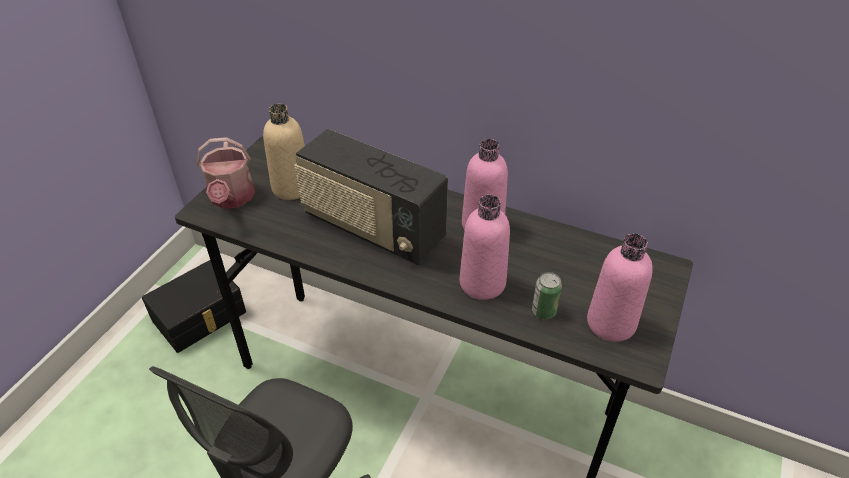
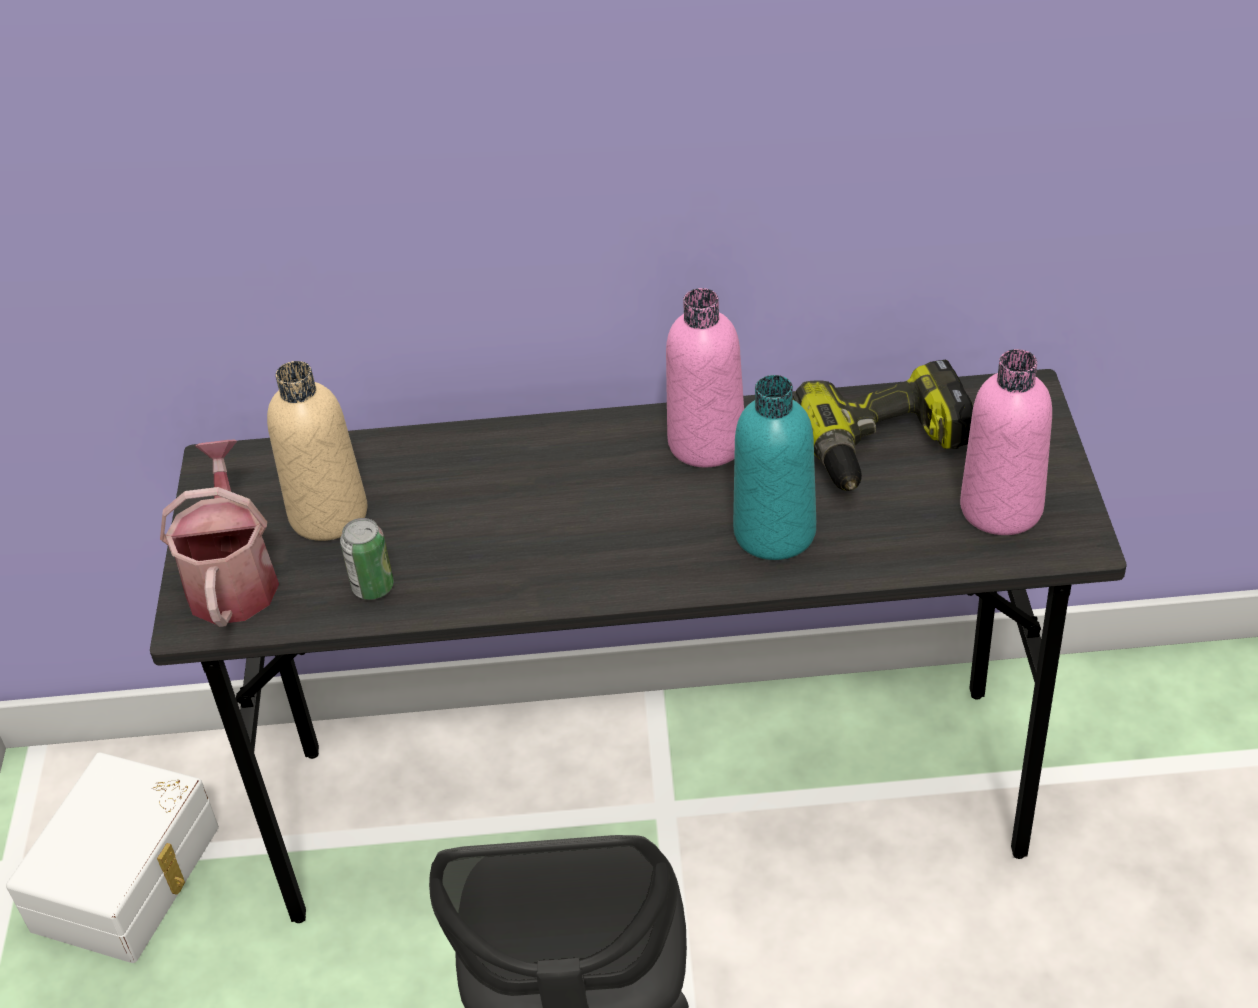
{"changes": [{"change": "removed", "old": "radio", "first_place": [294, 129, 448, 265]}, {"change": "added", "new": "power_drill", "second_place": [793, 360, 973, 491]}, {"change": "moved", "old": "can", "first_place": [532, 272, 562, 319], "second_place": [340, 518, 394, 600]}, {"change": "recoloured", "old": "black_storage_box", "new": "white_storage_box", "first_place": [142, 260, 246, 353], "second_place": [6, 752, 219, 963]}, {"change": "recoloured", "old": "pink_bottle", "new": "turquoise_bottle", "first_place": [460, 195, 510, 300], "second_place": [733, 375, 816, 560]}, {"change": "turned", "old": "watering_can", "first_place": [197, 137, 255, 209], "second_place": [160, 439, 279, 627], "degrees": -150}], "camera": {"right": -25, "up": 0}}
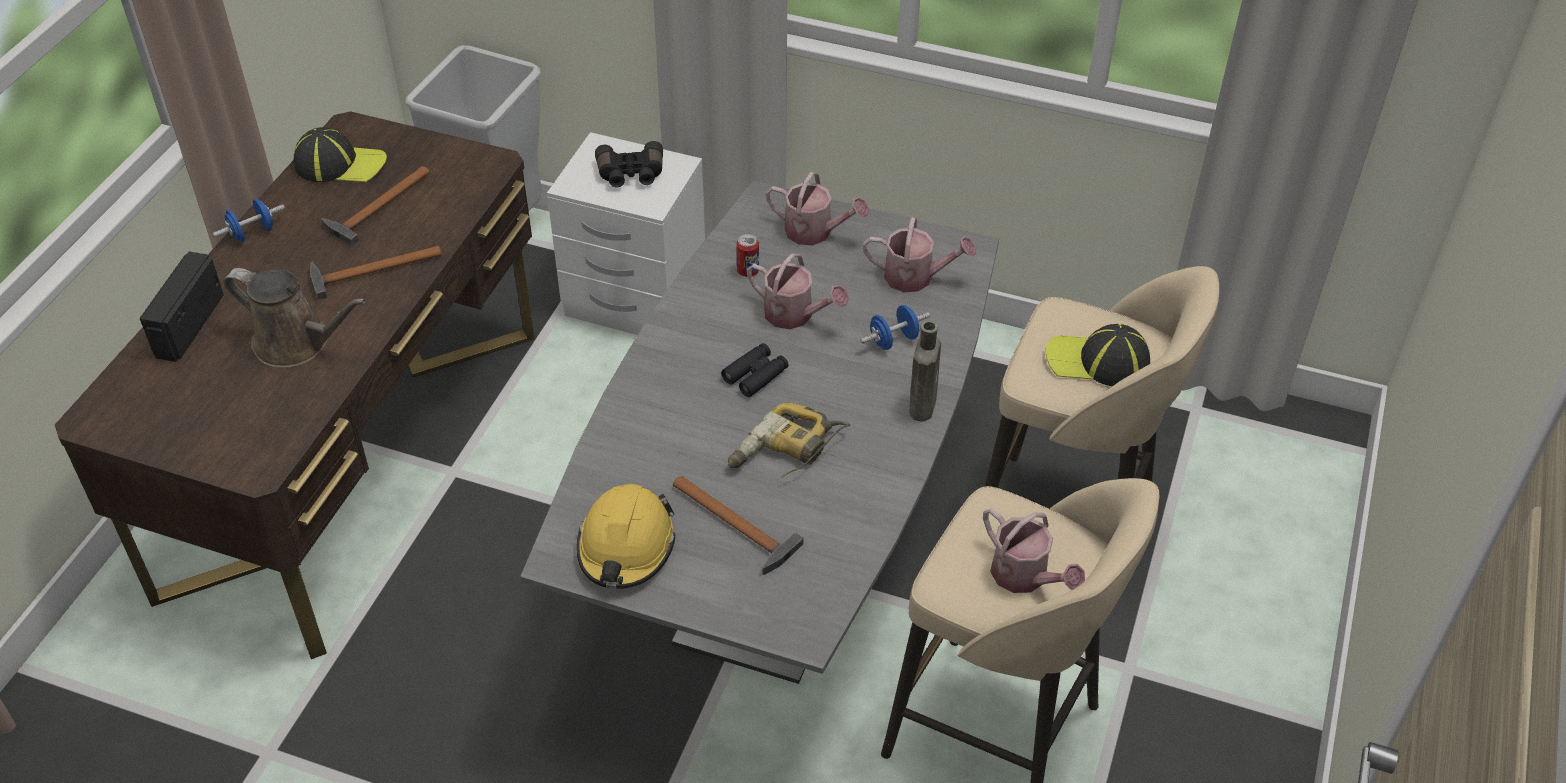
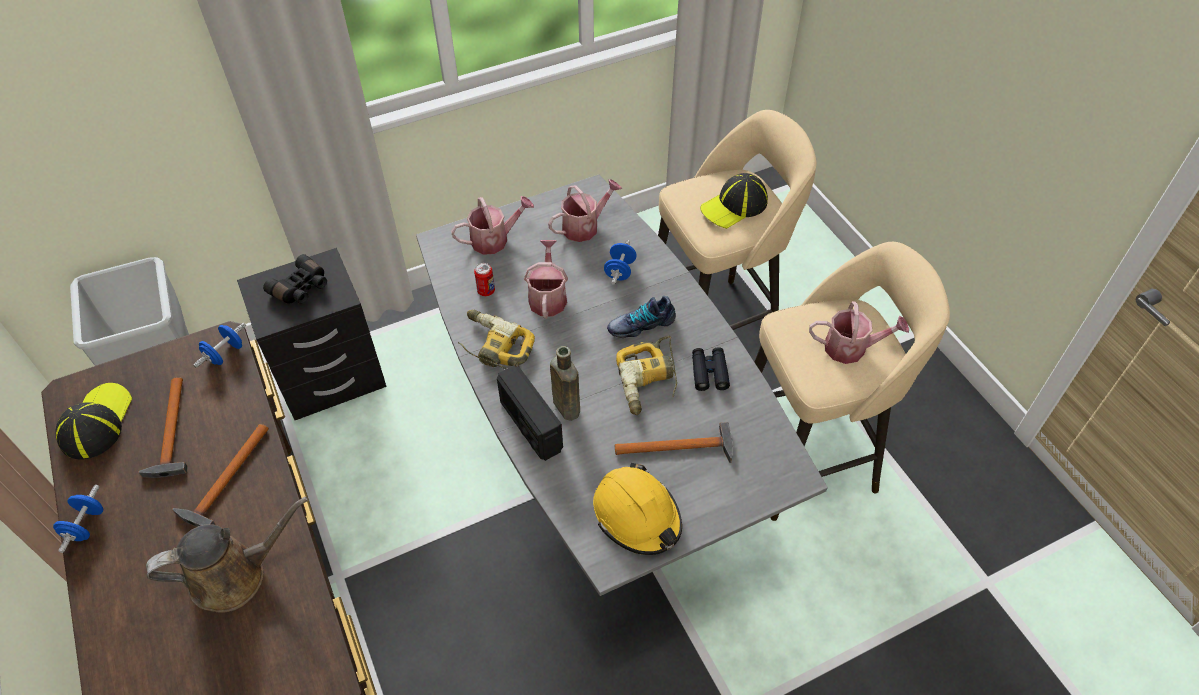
{"changes": [{"change": "added", "new": "blue_dumbbell", "second_place": [193, 323, 246, 368]}, {"change": "added", "new": "power_drill", "second_place": [458, 309, 535, 369]}, {"change": "added", "new": "shoe", "second_place": [607, 296, 676, 338]}, {"change": "moved", "old": "radio", "first_place": [139, 251, 224, 362], "second_place": [497, 366, 563, 461]}, {"change": "moved", "old": "black_binoculars", "first_place": [721, 343, 789, 397], "second_place": [692, 347, 730, 391]}, {"change": "moved", "old": "brown_bottle", "first_place": [909, 321, 941, 422], "second_place": [550, 346, 580, 421]}, {"change": "recoloured", "old": "white_nightstand", "new": "black_nightstand", "first_place": [547, 132, 705, 335], "second_place": [237, 248, 387, 420]}, {"change": "turned", "old": "cap", "first_place": [294, 127, 387, 182], "second_place": [56, 383, 132, 460], "degrees": -45}, {"change": "turned", "old": "watering_can", "first_place": [747, 253, 849, 329], "second_place": [524, 240, 568, 319], "degrees": -75}], "camera": {"right": -45, "up": 5}}
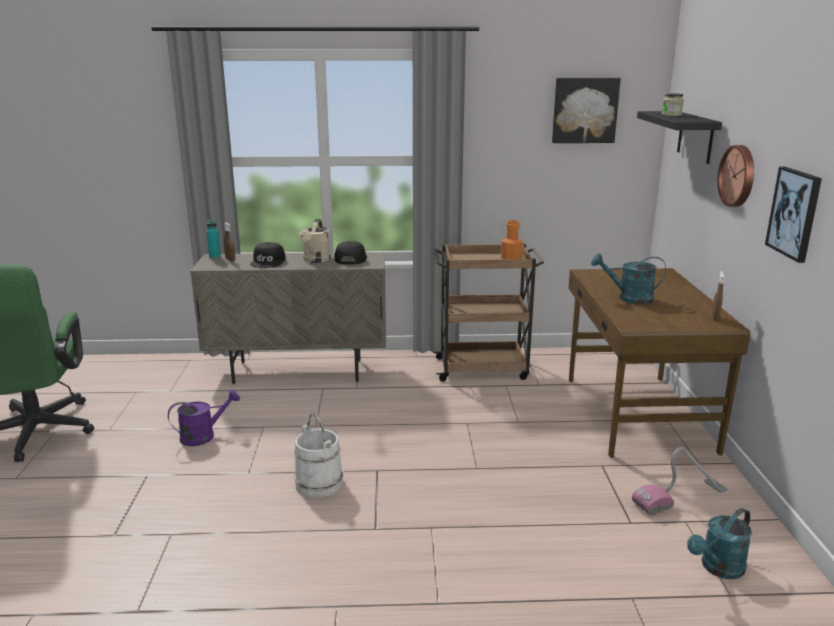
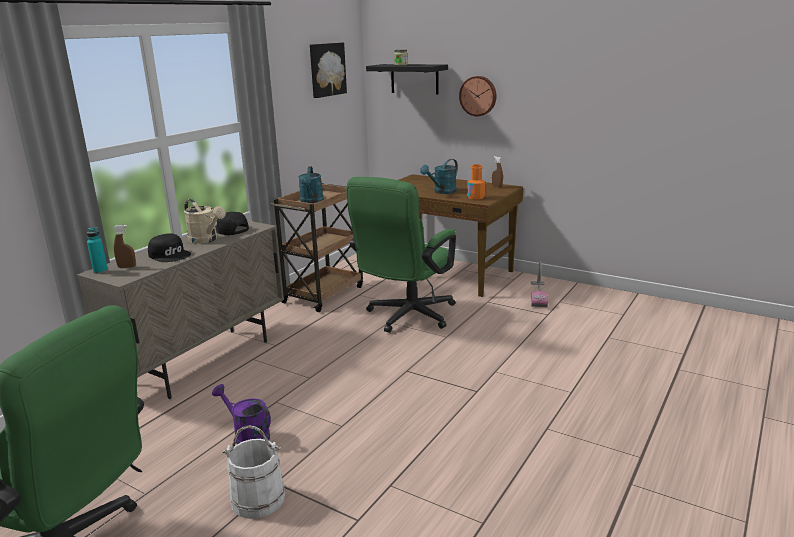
{"changes": [{"change": "removed", "old": "picture", "first_place": [765, 167, 822, 263]}, {"change": "added", "new": "green_office_chair", "second_place": [346, 177, 456, 333]}, {"change": "moved", "old": "white_bucket", "first_place": [294, 413, 343, 497], "second_place": [222, 425, 285, 519]}, {"change": "moved", "old": "orange_bottle", "first_place": [501, 220, 523, 259], "second_place": [467, 164, 485, 199]}, {"change": "moved", "old": "turquoise_watering_can", "first_place": [687, 508, 752, 579], "second_place": [298, 166, 324, 204]}, {"change": "turned", "old": "purple_watering_can", "first_place": [168, 390, 240, 446], "second_place": [212, 384, 271, 444], "degrees": -60}], "camera": {"right": -55, "up": 0}}
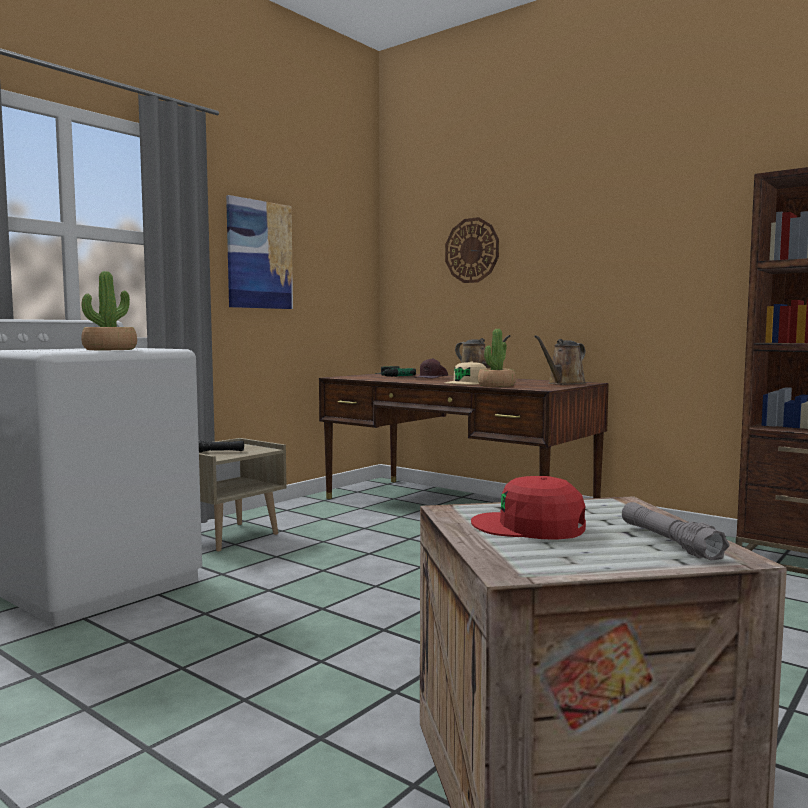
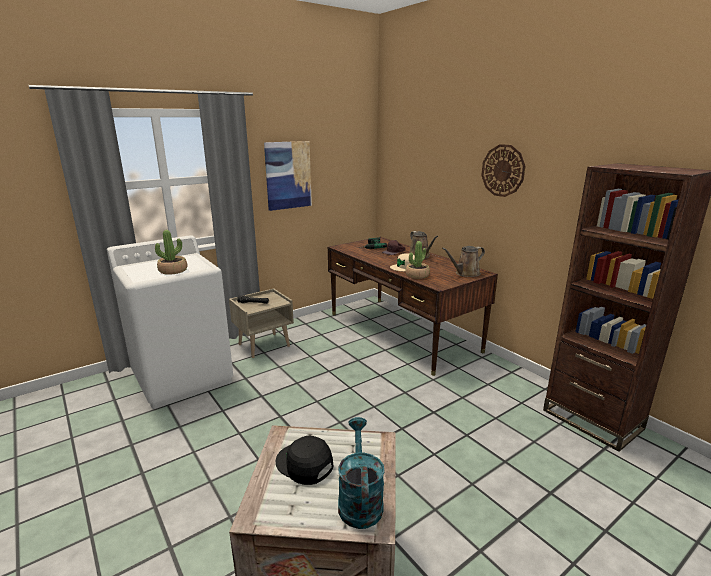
{"changes": [{"change": "moved", "old": "wall_clock", "first_place": [445, 217, 499, 283], "second_place": [481, 144, 526, 197]}, {"change": "replaced", "old": "grey_flashlight", "new": "turquoise_watering_can", "first_place": [622, 502, 730, 561], "second_place": [338, 417, 385, 529]}, {"change": "recoloured", "old": "red_cap", "new": "black_cap", "first_place": [471, 476, 586, 540], "second_place": [276, 436, 334, 485]}], "camera": {"right": 15, "up": 15}}
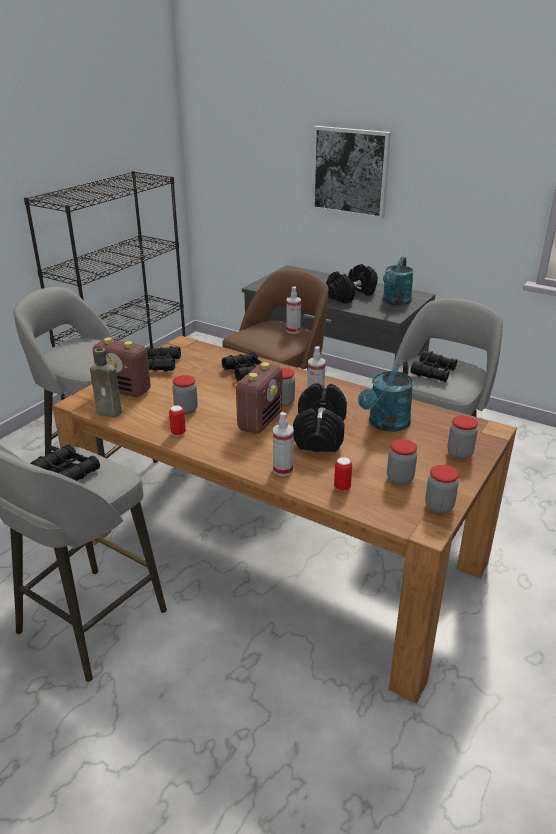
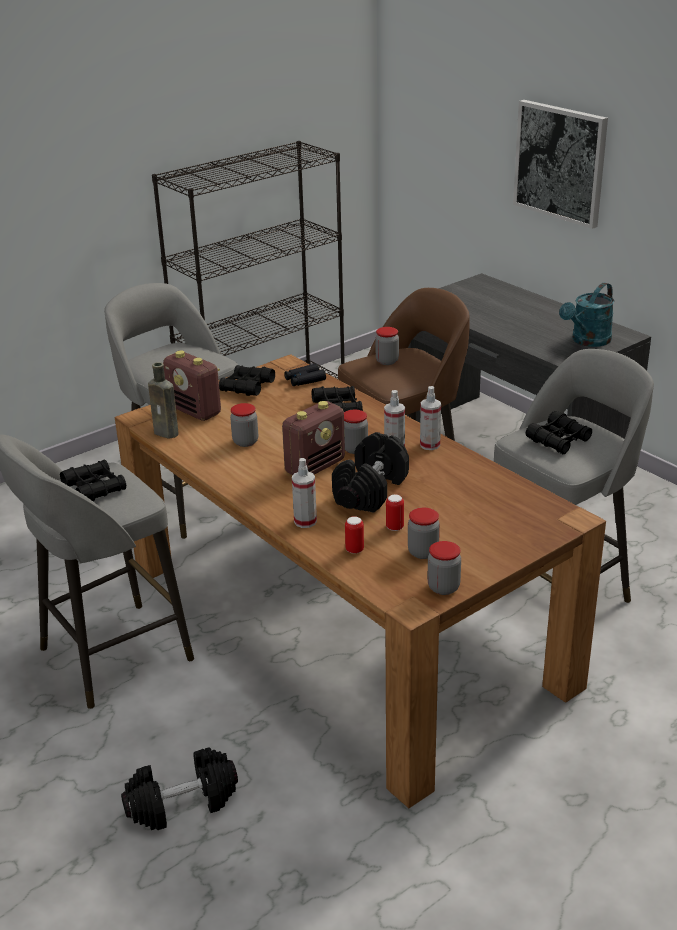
{"changes": [{"change": "removed", "old": "turquoise_watering_can", "first_place": [358, 360, 414, 432]}, {"change": "added", "new": "black_binoculars", "second_place": [284, 364, 326, 386]}, {"change": "moved", "old": "can", "first_place": [169, 405, 186, 436], "second_place": [386, 494, 404, 531]}, {"change": "moved", "old": "spray_bottle", "first_place": [286, 286, 301, 334], "second_place": [420, 386, 441, 450]}, {"change": "moved", "old": "black_dumbbell", "first_place": [326, 264, 378, 304], "second_place": [121, 747, 238, 830]}, {"change": "moved", "old": "jar", "first_place": [447, 416, 478, 459], "second_place": [375, 327, 399, 365]}], "camera": {"right": 20, "up": 0}}
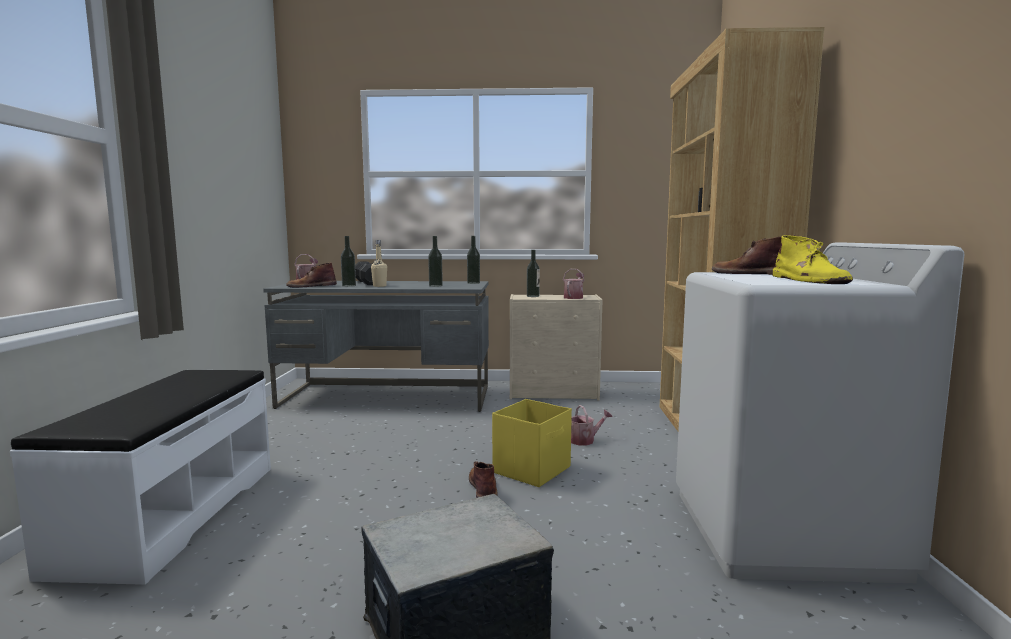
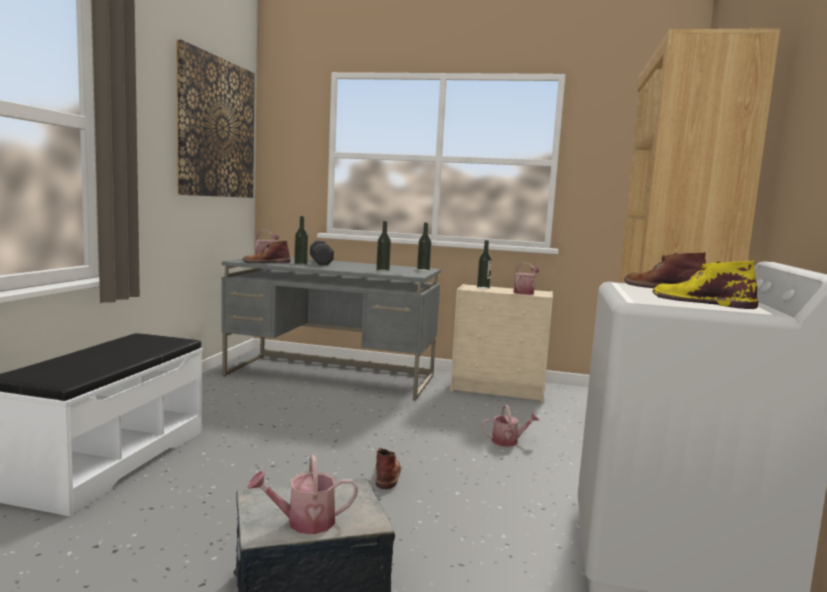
{"changes": [{"change": "removed", "old": "beige_bottle", "first_place": [371, 240, 387, 287]}, {"change": "removed", "old": "yellow_storage_box", "first_place": [492, 399, 572, 487]}, {"change": "added", "new": "picture", "second_place": [176, 39, 255, 198]}, {"change": "added", "new": "watering_can", "second_place": [247, 455, 358, 534]}, {"change": "turned", "old": "yellow_boot", "first_place": [772, 235, 853, 284], "second_place": [653, 260, 758, 309], "degrees": 135}], "camera": {"right": 10, "up": 0}}
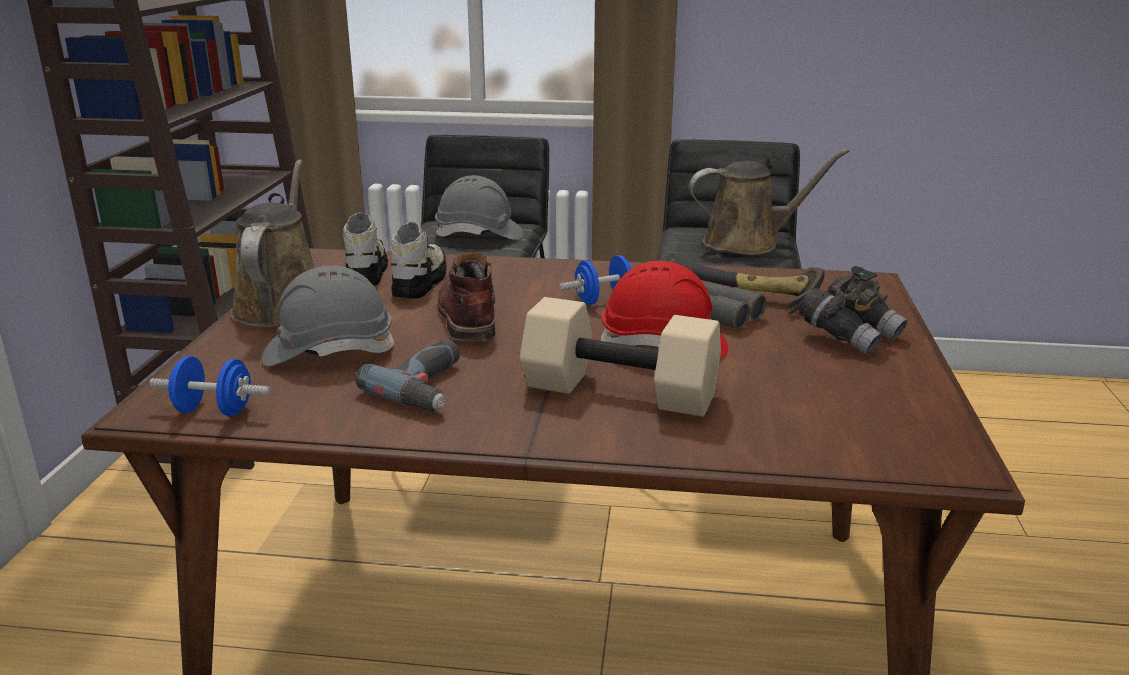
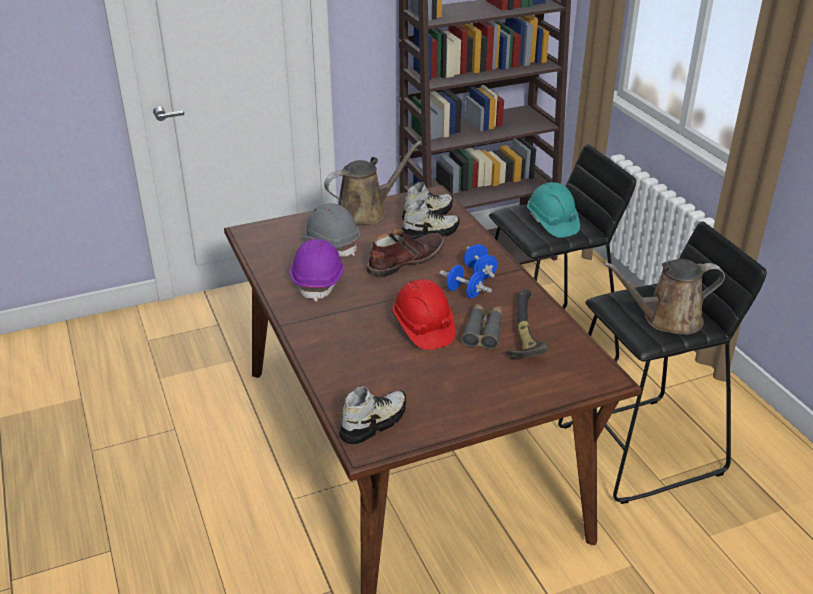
{"changes": [{"change": "removed", "old": "beige_dumbbell", "first_place": [520, 297, 721, 417]}, {"change": "removed", "old": "grey_binoculars", "first_place": [798, 266, 908, 355]}, {"change": "added", "new": "shoe", "second_place": [339, 387, 406, 444]}, {"change": "moved", "old": "blue_dumbbell", "first_place": [149, 356, 271, 416], "second_place": [464, 244, 498, 279]}, {"change": "replaced", "old": "power_drill", "new": "purple_hard_hat", "first_place": [356, 340, 460, 412], "second_place": [290, 239, 345, 302]}, {"change": "recoloured", "old": "grey_hard_hat", "new": "turquoise_hard_hat", "first_place": [435, 175, 524, 240], "second_place": [527, 182, 580, 238]}, {"change": "turned", "old": "brown_watering_can", "first_place": [689, 148, 850, 255], "second_place": [603, 259, 725, 335], "degrees": 120}], "camera": {"right": 60, "up": 10}}
